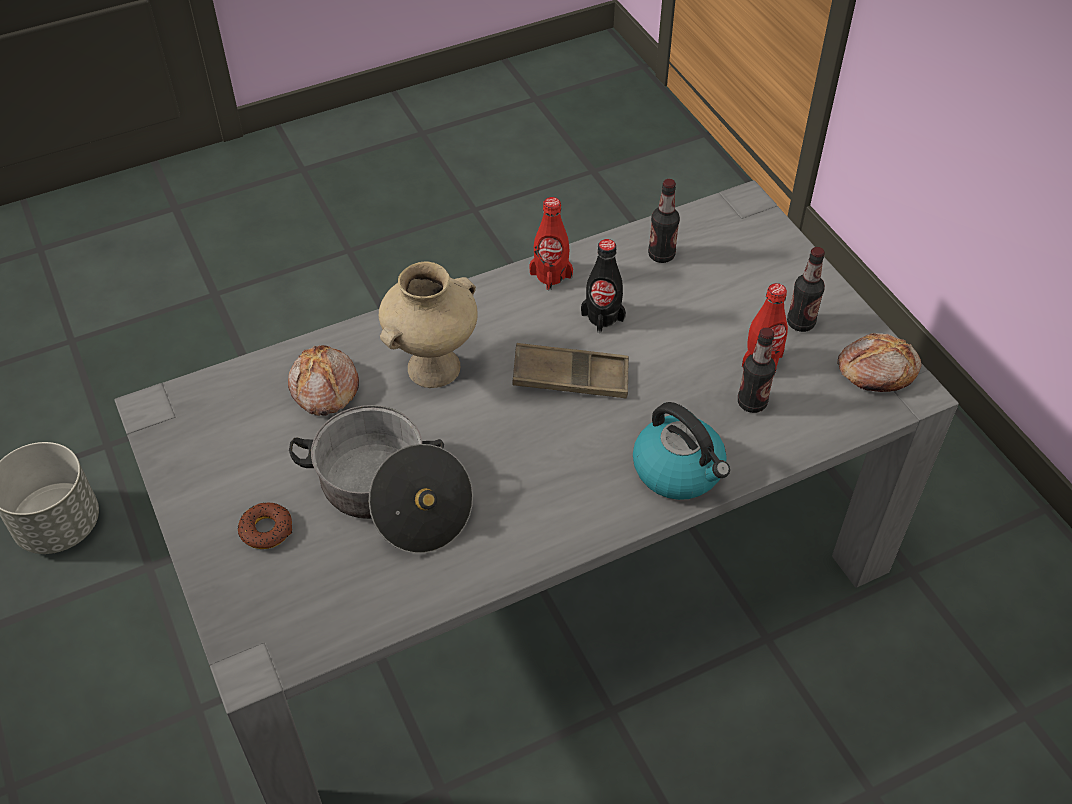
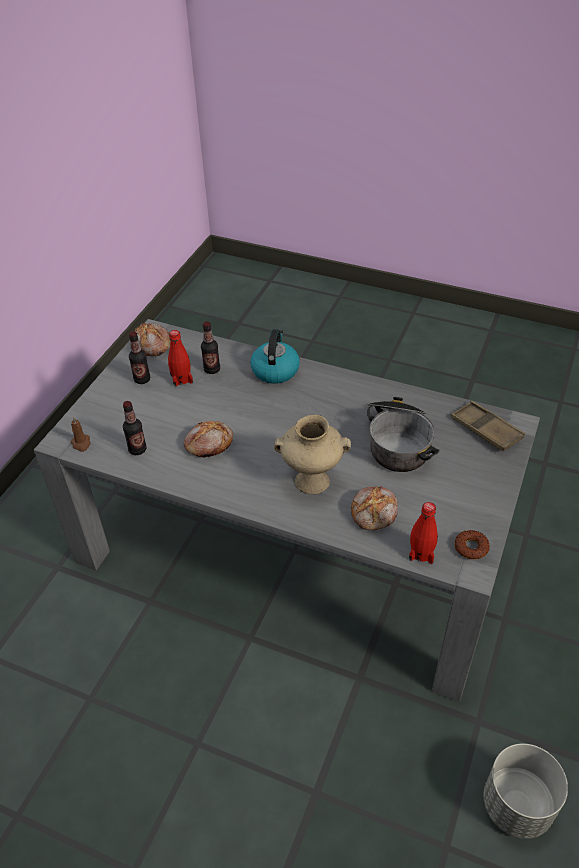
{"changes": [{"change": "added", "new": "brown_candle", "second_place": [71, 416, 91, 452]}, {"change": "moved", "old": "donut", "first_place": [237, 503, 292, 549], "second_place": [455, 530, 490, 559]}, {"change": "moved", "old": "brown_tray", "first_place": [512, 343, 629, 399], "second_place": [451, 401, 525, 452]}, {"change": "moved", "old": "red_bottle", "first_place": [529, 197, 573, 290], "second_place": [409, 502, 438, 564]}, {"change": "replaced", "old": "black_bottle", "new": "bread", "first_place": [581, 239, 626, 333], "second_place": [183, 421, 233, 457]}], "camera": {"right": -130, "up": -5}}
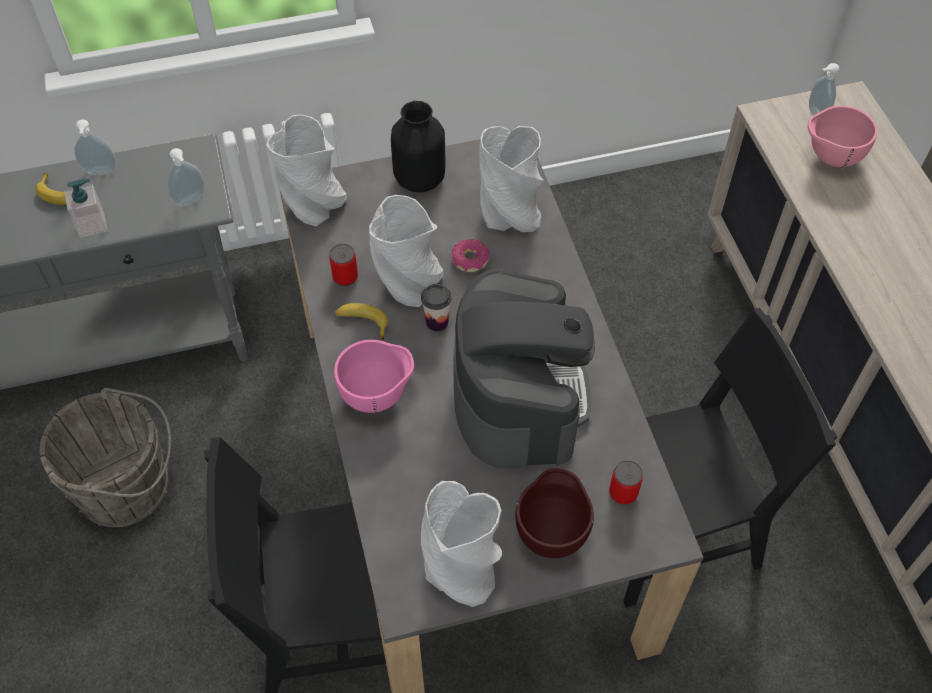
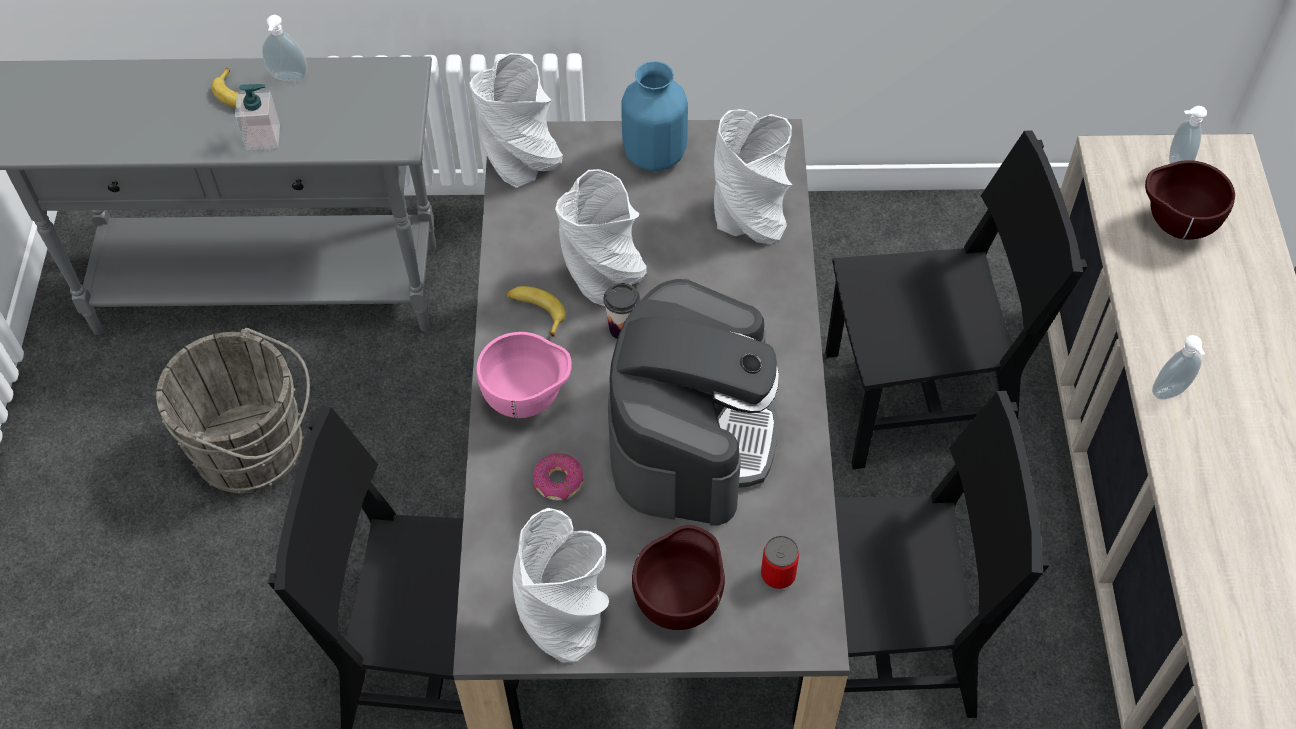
{"changes": [{"change": "removed", "old": "can", "first_place": [329, 244, 358, 286]}, {"change": "added", "new": "black_chair", "second_place": [825, 130, 1087, 469]}, {"change": "moved", "old": "soap_dispenser", "first_place": [167, 148, 204, 207], "second_place": [1152, 335, 1205, 400]}, {"change": "moved", "old": "donut", "first_place": [451, 239, 489, 272], "second_place": [533, 453, 583, 500]}, {"change": "recoloured", "old": "black_vase", "new": "blue_vase", "first_place": [391, 101, 445, 192], "second_place": [621, 61, 688, 171]}, {"change": "recoloured", "old": "pink_bowl", "new": "brown_bowl", "first_place": [808, 105, 877, 167], "second_place": [1145, 160, 1235, 240]}], "camera": {"right": 15, "up": 0}}
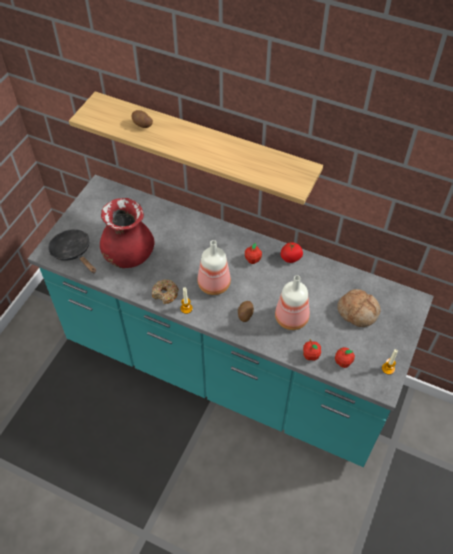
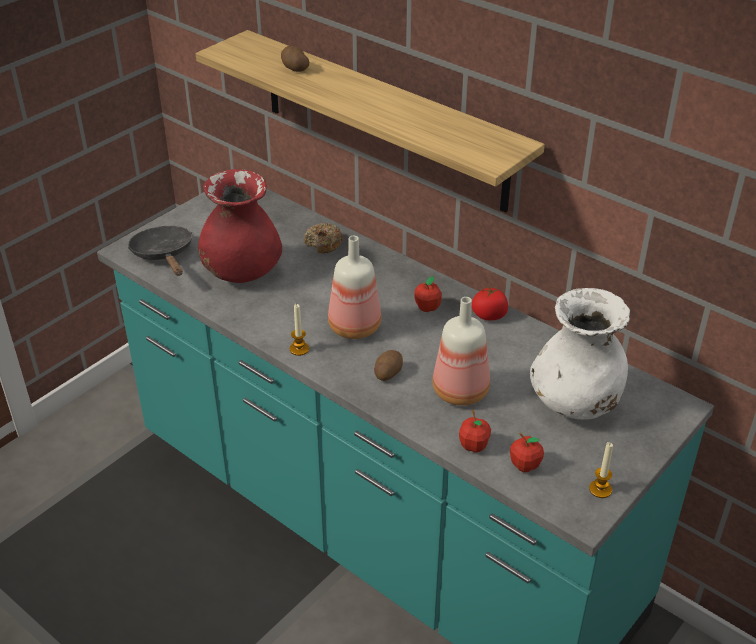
{"changes": [{"change": "moved", "old": "donut", "first_place": [152, 279, 179, 304], "second_place": [304, 223, 343, 253]}, {"change": "replaced", "old": "bread", "new": "white_vase", "first_place": [337, 289, 380, 327], "second_place": [530, 288, 630, 420]}], "camera": {"right": 15, "up": -15}}
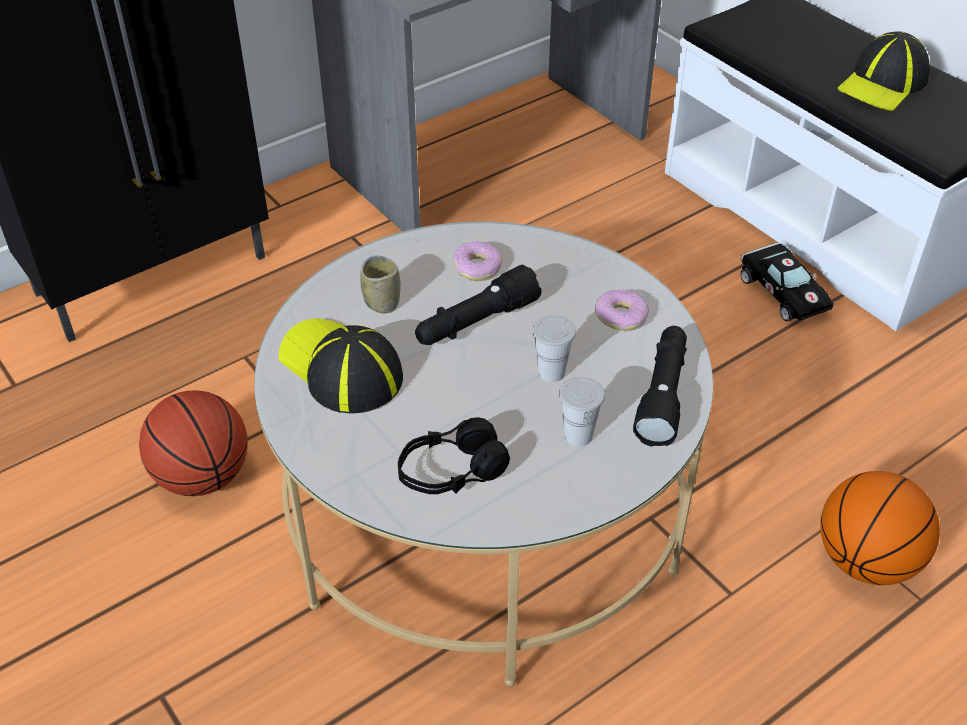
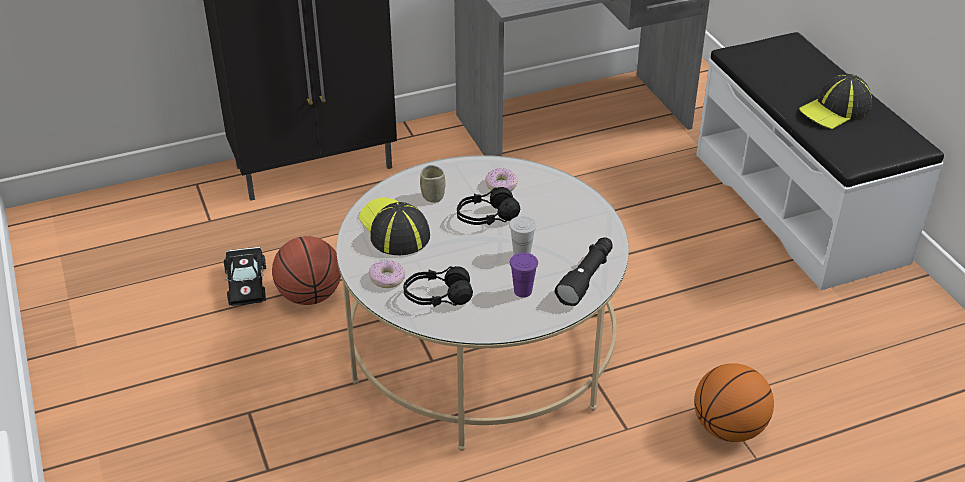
{"changes": [{"change": "moved", "old": "donut", "first_place": [595, 290, 649, 331], "second_place": [369, 260, 405, 288]}, {"change": "moved", "old": "black_toy_car", "first_place": [741, 242, 834, 321], "second_place": [224, 247, 266, 306]}, {"change": "replaced", "old": "black_flashlight", "new": "black_headphones", "first_place": [415, 264, 541, 345], "second_place": [457, 187, 520, 225]}, {"change": "recoloured", "old": "white_cup", "new": "purple_cup", "first_place": [559, 377, 605, 446], "second_place": [510, 253, 538, 297]}], "camera": {"right": 15, "up": -5}}
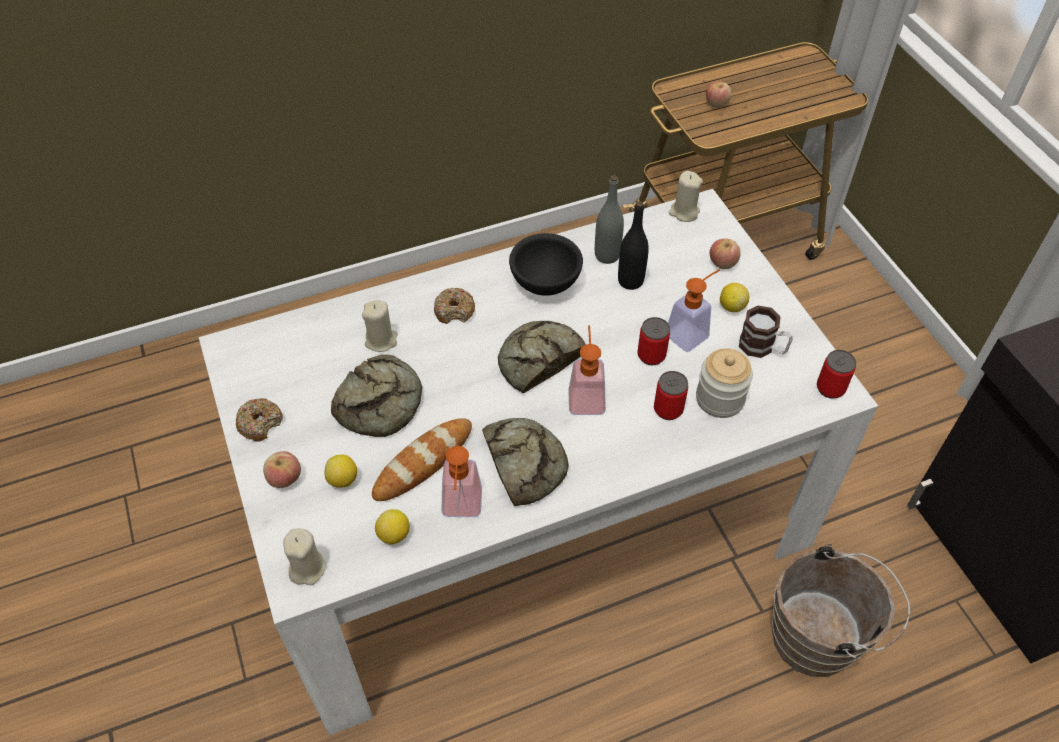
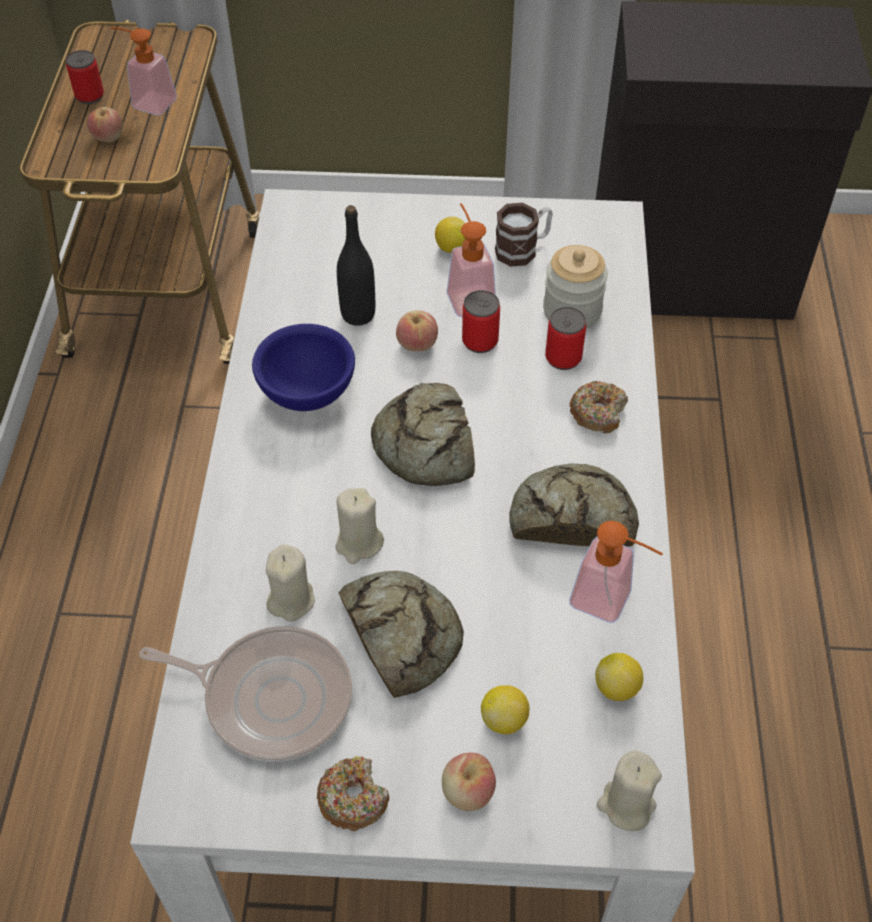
{"changes": [{"change": "removed", "old": "bread", "first_place": [372, 418, 472, 501]}, {"change": "removed", "old": "grey_bottle", "first_place": [595, 175, 624, 264]}, {"change": "removed", "old": "brown_bucket", "first_place": [772, 544, 910, 677]}, {"change": "added", "new": "frying_pan", "second_place": [139, 626, 352, 762]}, {"change": "moved", "old": "donut", "first_place": [434, 288, 475, 324], "second_place": [570, 381, 628, 433]}, {"change": "moved", "old": "soap_dispenser", "first_place": [568, 325, 606, 415], "second_place": [111, 27, 177, 116]}, {"change": "moved", "old": "beige_candle", "first_place": [669, 171, 703, 222], "second_place": [336, 488, 384, 564]}, {"change": "moved", "old": "apple", "first_place": [710, 239, 741, 270], "second_place": [396, 310, 438, 352]}, {"change": "moved", "old": "can", "first_place": [817, 350, 856, 399], "second_place": [66, 50, 104, 104]}, {"change": "recoloured", "old": "black_bowl", "new": "blue_bowl", "first_place": [509, 233, 583, 296], "second_place": [252, 324, 355, 411]}], "camera": {"right": -65, "up": 0}}
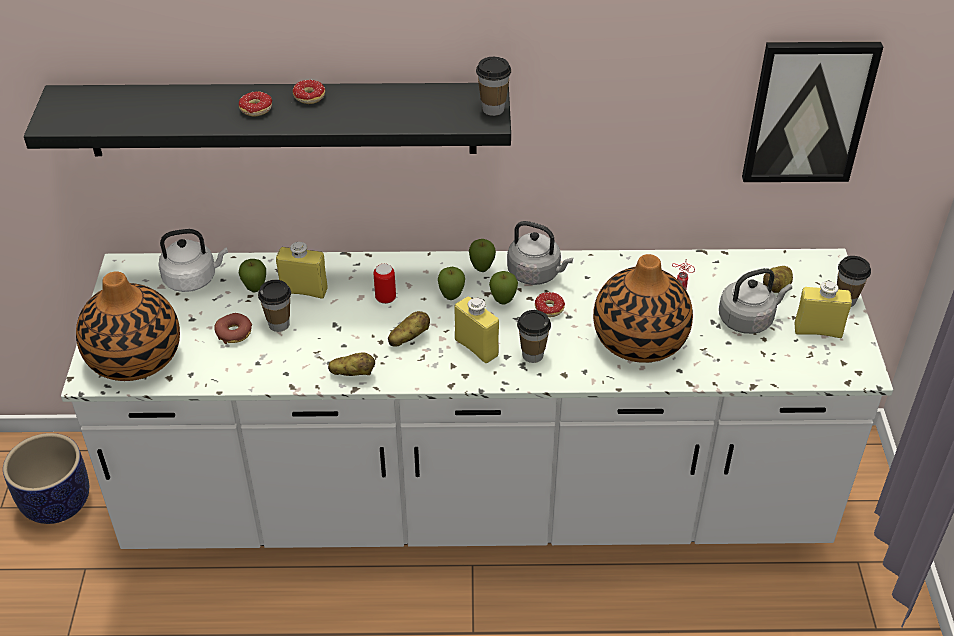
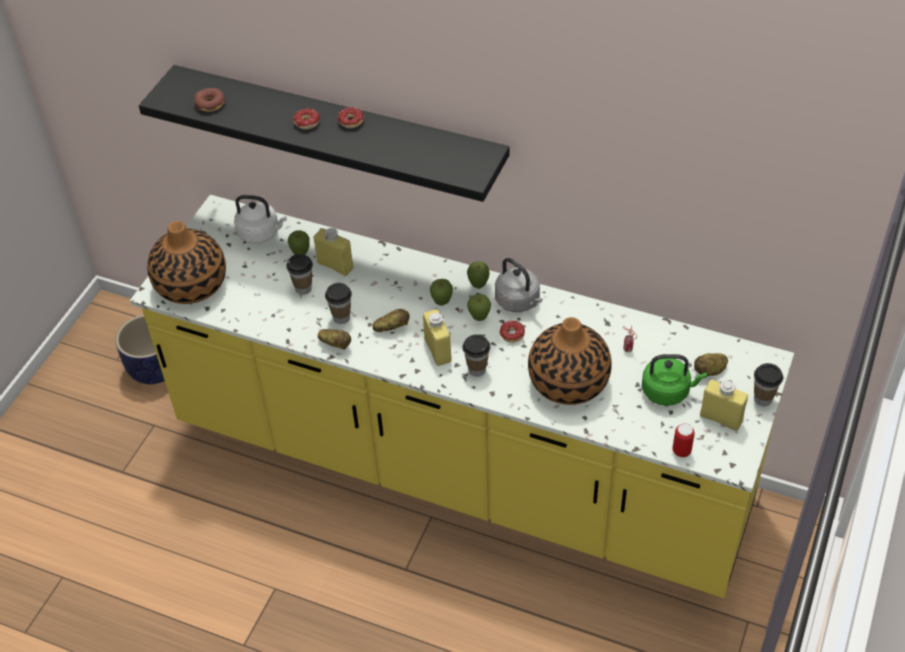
{"changes": [{"change": "removed", "old": "picture", "first_place": [742, 42, 883, 182]}, {"change": "moved", "old": "donut", "first_place": [214, 313, 252, 344], "second_place": [194, 88, 226, 112]}, {"change": "moved", "old": "can", "first_place": [374, 264, 396, 304], "second_place": [672, 423, 695, 457]}, {"change": "moved", "old": "cup", "first_place": [476, 57, 511, 116], "second_place": [325, 283, 352, 324]}, {"change": "recoloured", "old": "white_counter", "new": "yellow_counter", "first_place": [61, 249, 893, 549], "second_place": [130, 195, 794, 598]}, {"change": "recoloured", "old": "grey_kettle", "new": "green_kettle", "first_place": [719, 268, 792, 334], "second_place": [642, 354, 707, 406]}], "camera": {"right": 25, "up": 5}}
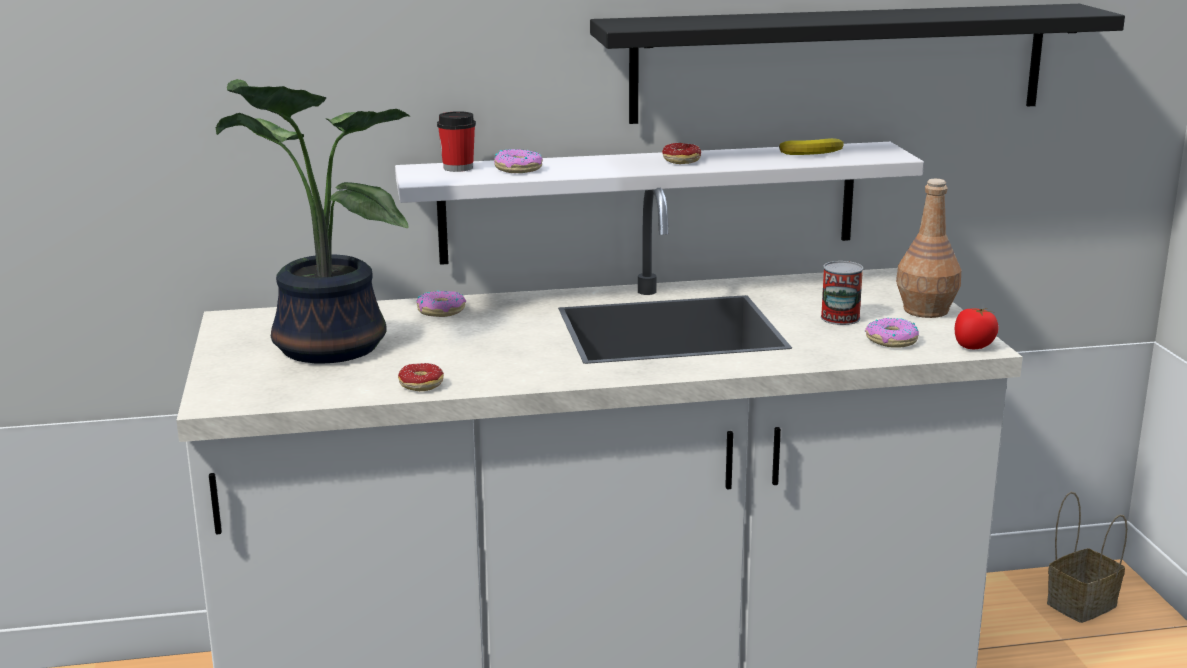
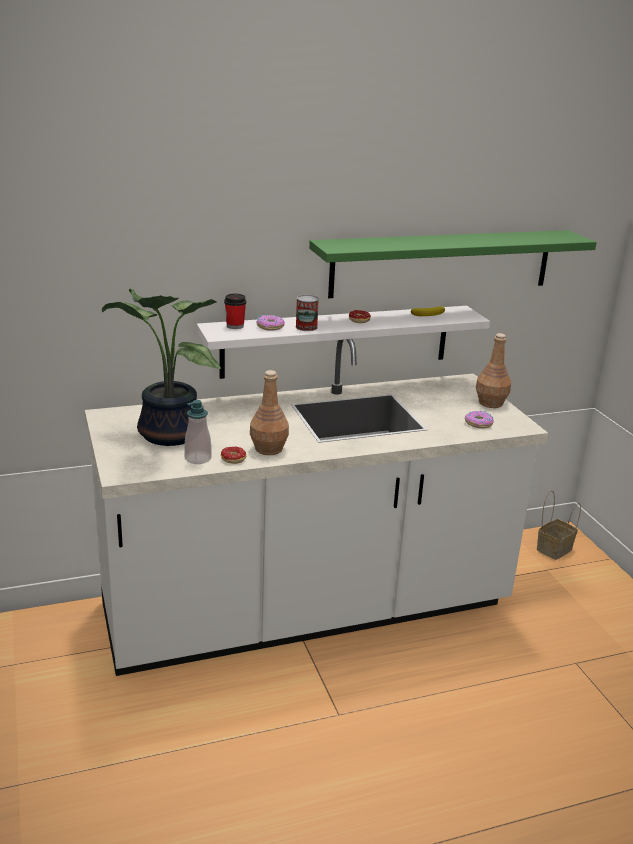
{"changes": [{"change": "removed", "old": "donut", "first_place": [416, 290, 466, 317]}, {"change": "removed", "old": "tomato", "first_place": [955, 308, 999, 349]}, {"change": "added", "new": "soap_dispenser", "second_place": [184, 400, 211, 464]}, {"change": "added", "new": "brown_bottle", "second_place": [250, 370, 289, 455]}, {"change": "moved", "old": "can", "first_place": [821, 261, 863, 325], "second_place": [296, 295, 319, 331]}, {"change": "recoloured", "old": "black_shelf", "new": "green_shelf", "first_place": [590, 4, 1125, 124], "second_place": [309, 230, 597, 298]}], "camera": {"right": -10, "up": 5}}
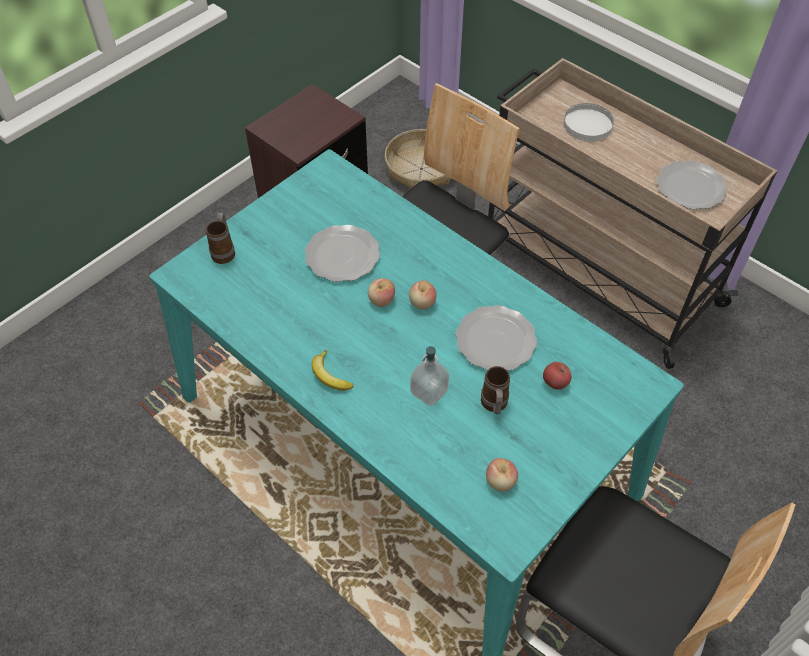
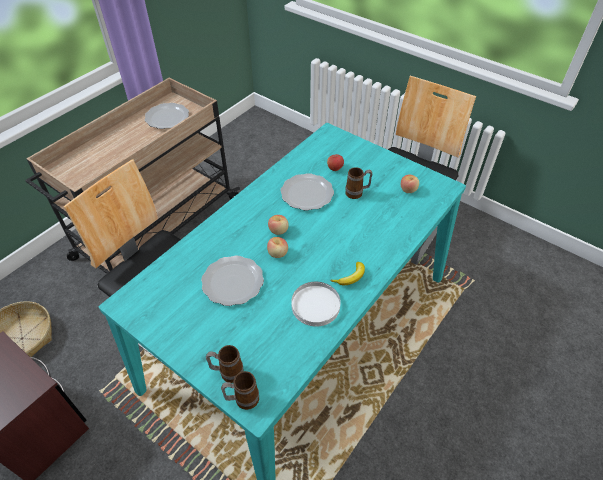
{"changes": [{"change": "removed", "old": "soap_dispenser", "first_place": [410, 346, 449, 406]}, {"change": "added", "new": "mug", "second_place": [221, 371, 259, 410]}, {"change": "moved", "old": "white_plate", "first_place": [563, 103, 614, 142], "second_place": [291, 282, 341, 327]}], "camera": {"right": -95, "up": -5}}
